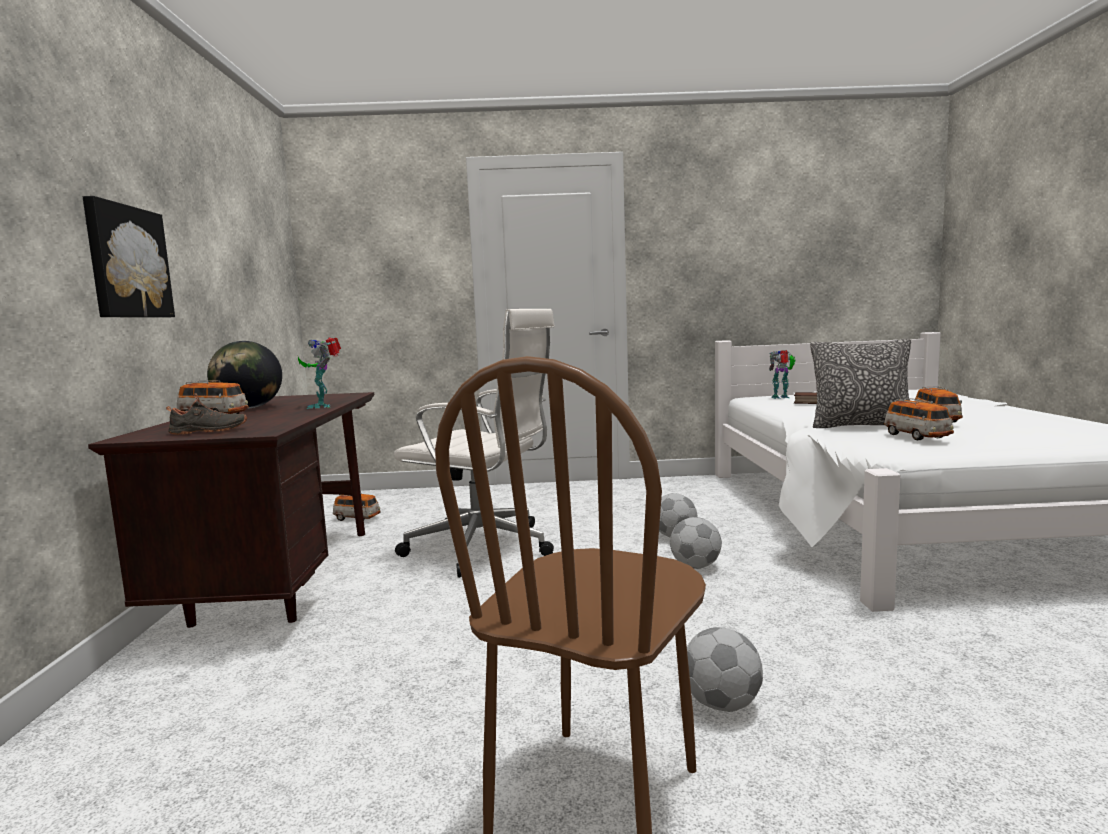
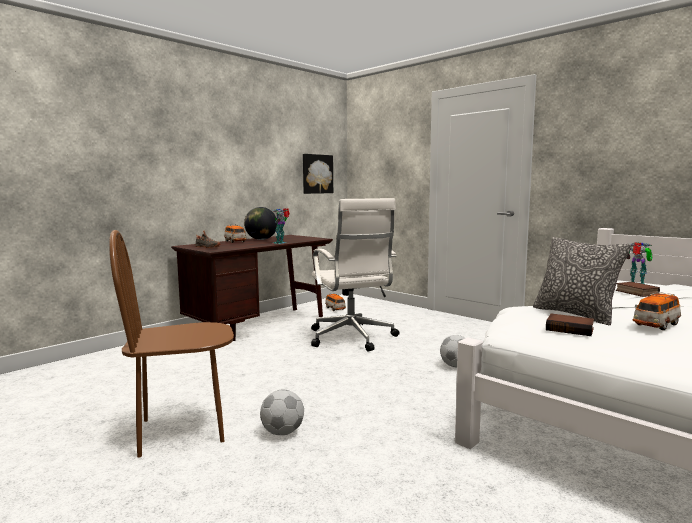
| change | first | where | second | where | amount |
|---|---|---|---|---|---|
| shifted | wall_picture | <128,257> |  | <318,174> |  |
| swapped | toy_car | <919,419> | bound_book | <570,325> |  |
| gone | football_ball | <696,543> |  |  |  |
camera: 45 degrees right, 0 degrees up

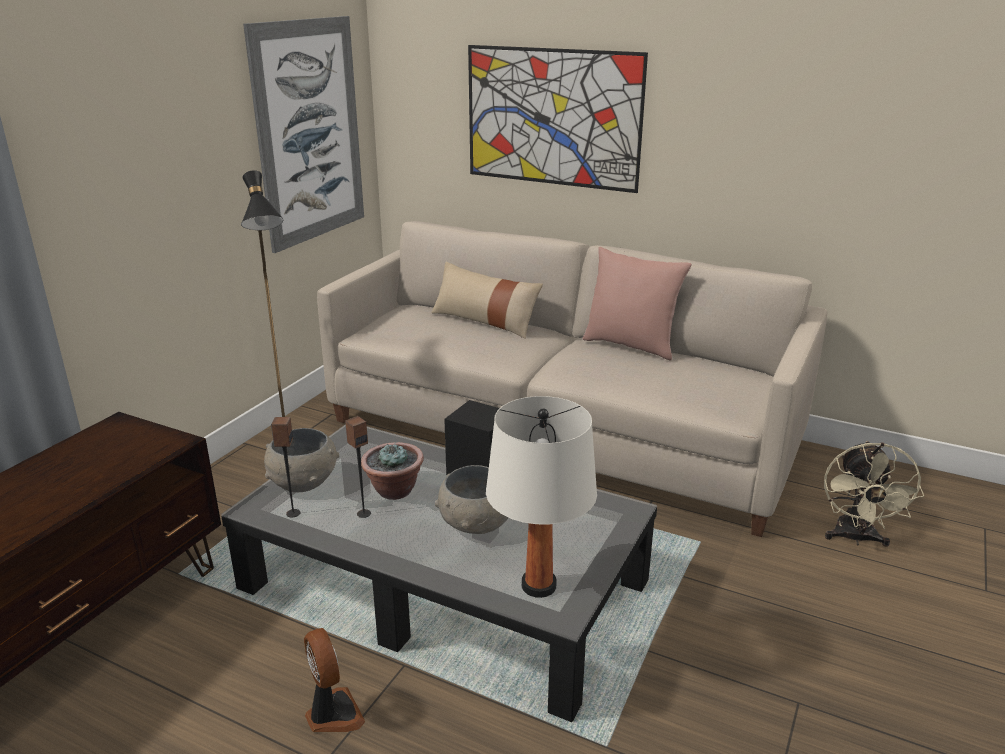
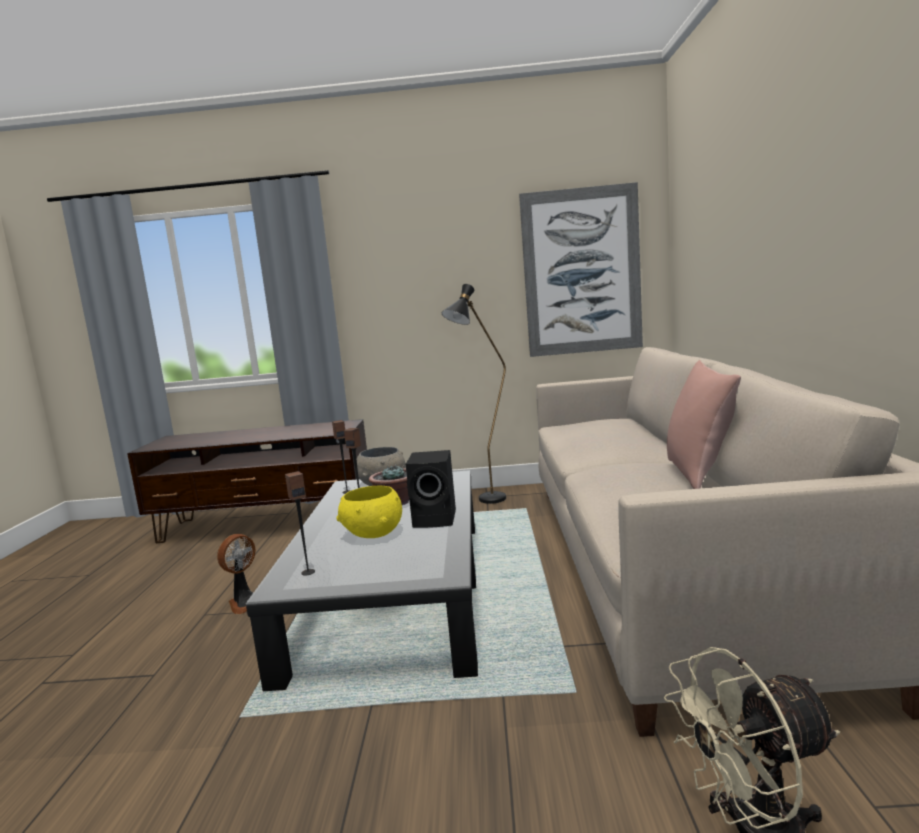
| change | first | where | second | where | amount |
|---|---|---|---|---|---|
| gone | wall_picture | <558,119> |  |  |  |
| gone | sand-coloured_pillow | <487,300> |  |  |  |
| swapped | white_table_lamp | <541,497> | audio_speaker | <300,523> |  |
| repainted | greyish_serving_bowl | <471,499> | yellow-coloured_serving_bowl | <369,512> |  |
camera: 65 degrees right, 15 degrees down

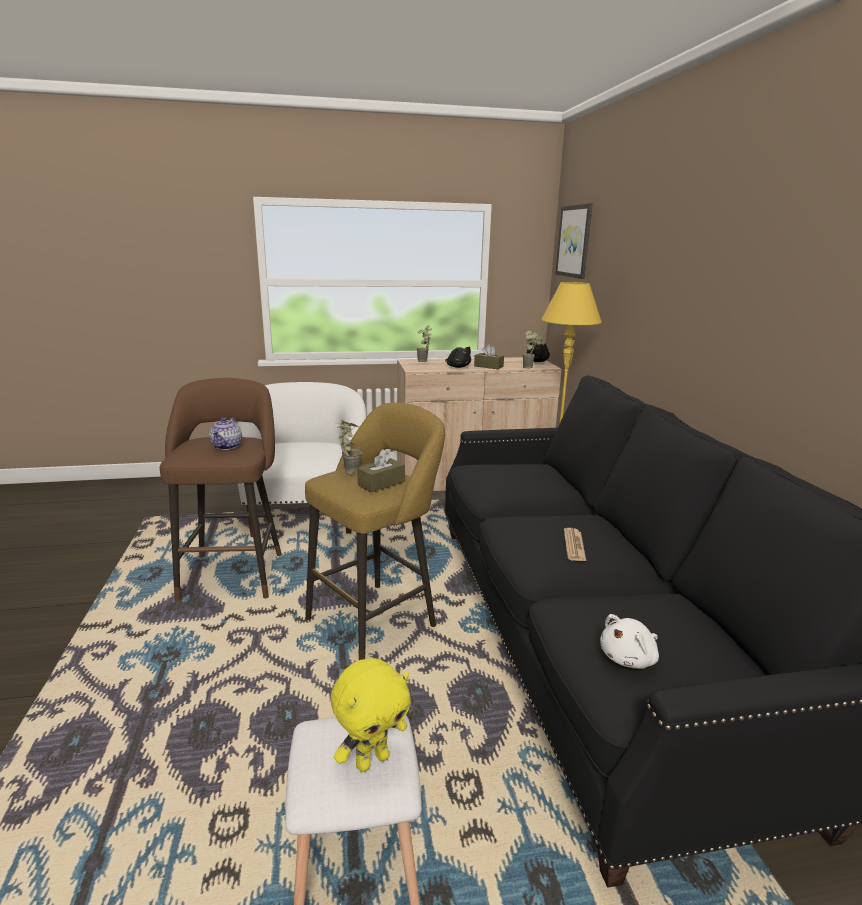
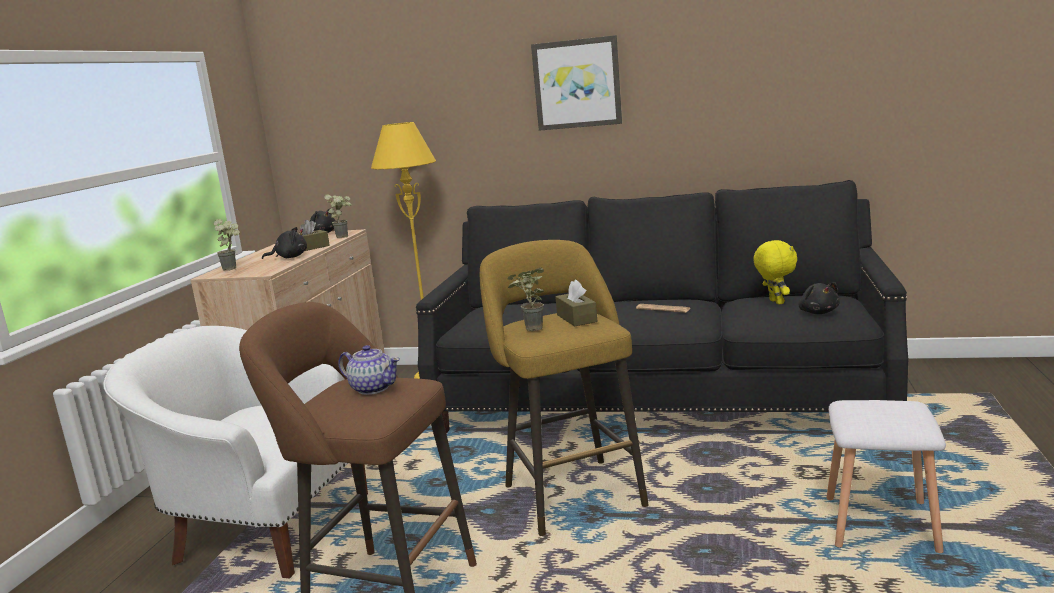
| change | first | where | second | where | amount |
|---|---|---|---|---|---|
| shifted | wall_picture | <574,241> |  | <576,83> |  |
| repainted | white_plush_toy | <629,641> | black-coloured_plush_toy | <819,298> |  |
| shifted | yellow-coloured_plush_toy | <371,715> |  | <775,272> |  |
camera: 65 degrees left, 5 degrees down

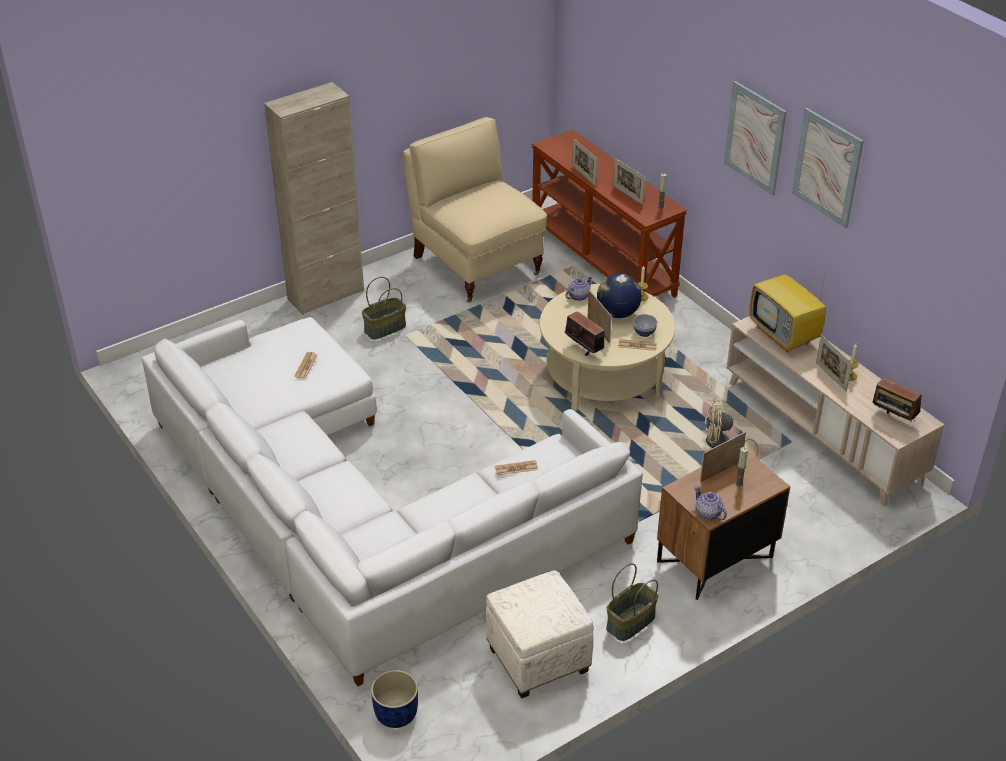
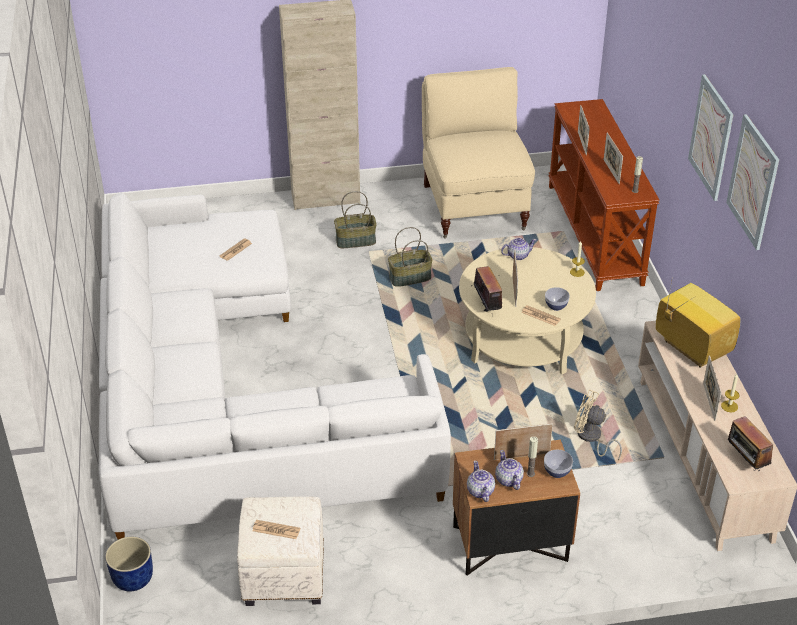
| change | first | where | second | where | amount |
|---|---|---|---|---|---|
| rotated | TV | <788,307> |  | <698,324> | 150 degrees clockwise |
| gone | globe | <619,296> |  |  |  |
| shifted | newspaper | <516,468> |  | <276,529> |  |
| shifted | basket | <632,602> |  | <410,257> |  |
| new |  |  | pot_for_tea | <509,470> |  |
| new |  |  | serving_bowl | <558,464> |  |
camera: 25 degrees right, 0 degrees up

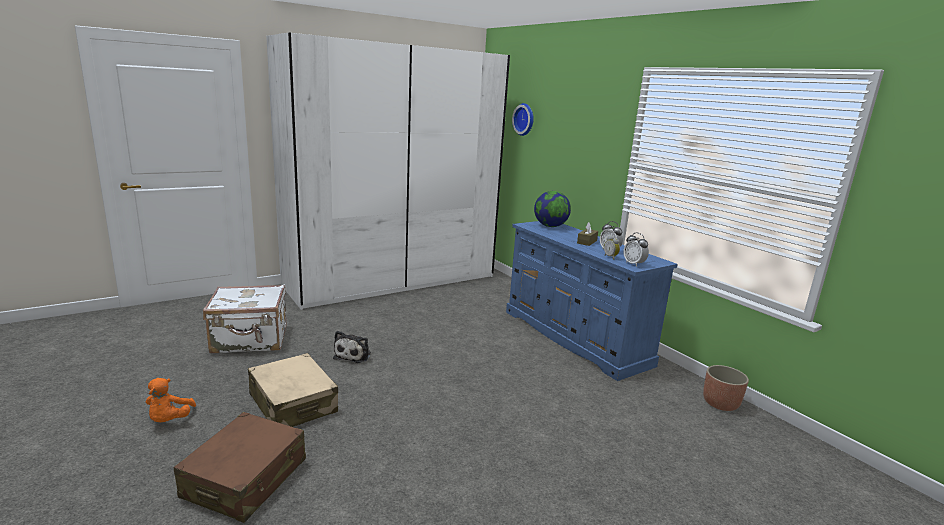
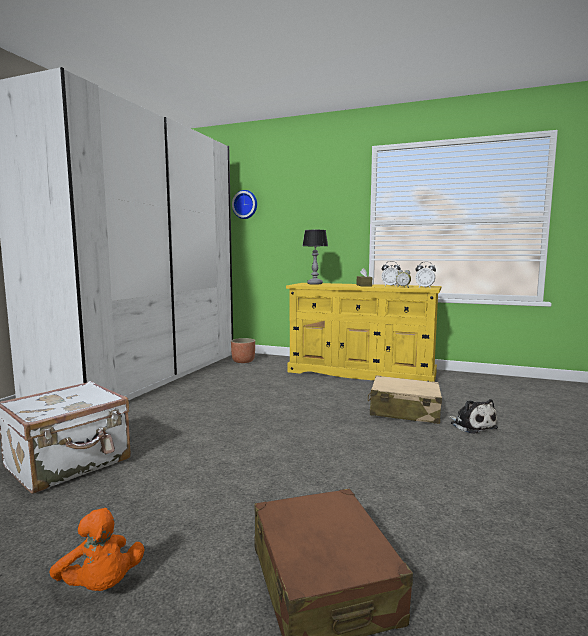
| change | first | where | second | where | amount |
|---|---|---|---|---|---|
| swapped | globe | <552,209> | table_lamp | <315,257> |  |
| repainted | bluish_dresser | <592,301> | yellow-coloured_dresser | <363,332> |  |
| shifted | plush_toy | <352,347> |  | <473,416> |  |
| shifted | sand-coloured_travel_case | <293,390> |  | <405,399> |  |
| shifted | plant_pot | <726,388> |  | <243,350> |  |
camera: 35 degrees left, 10 degrees down

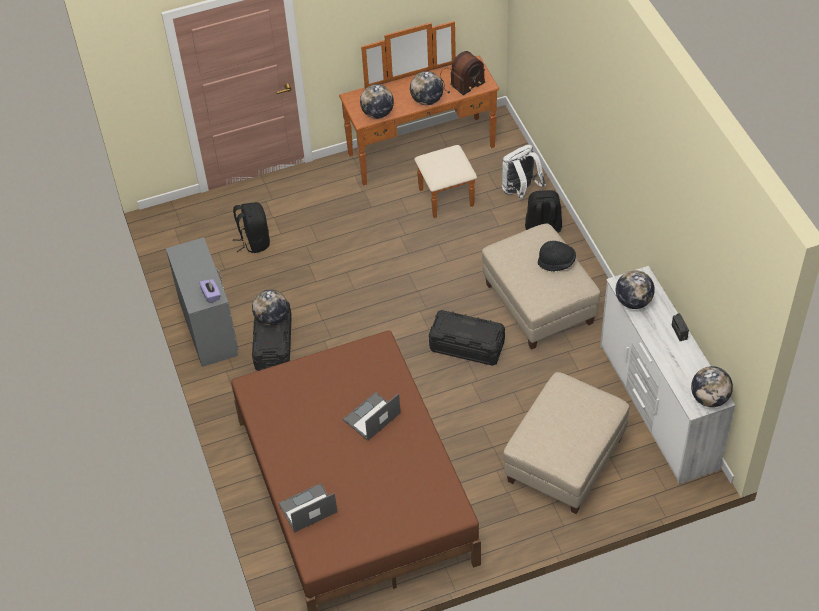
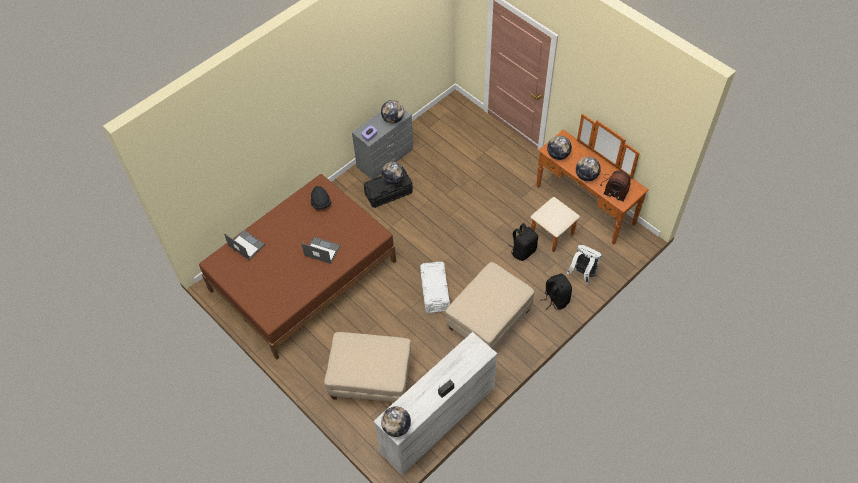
| change | first | where | second | where | amount |
|---|---|---|---|---|---|
| shifted | black-coloured_knapsack | <251,227> |  | <523,242> |  |
| shifted | black-coloured_hat | <557,256> |  | <321,198> |  |
| shifted | globe | <635,289> |  | <392,112> |  |
| repainted | black-coloured_storage_box | <467,338> | white_storage_box | <435,287> |  |
camera: 65 degrees right, 5 degrees up

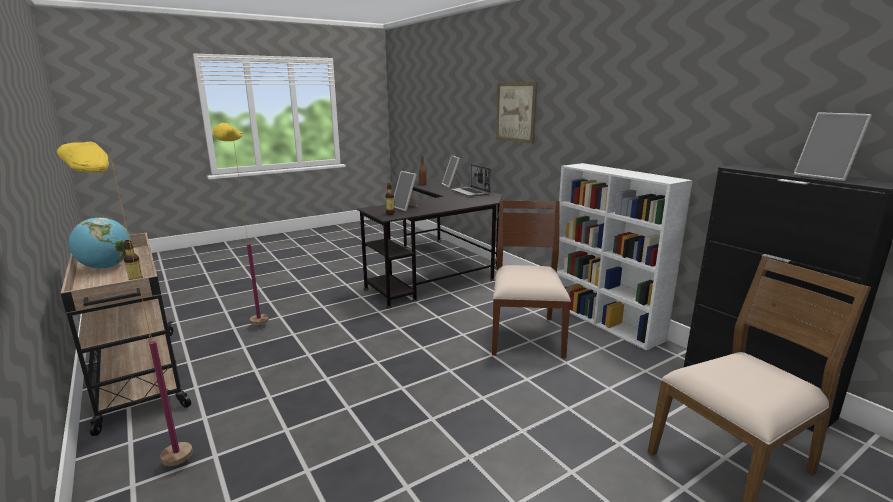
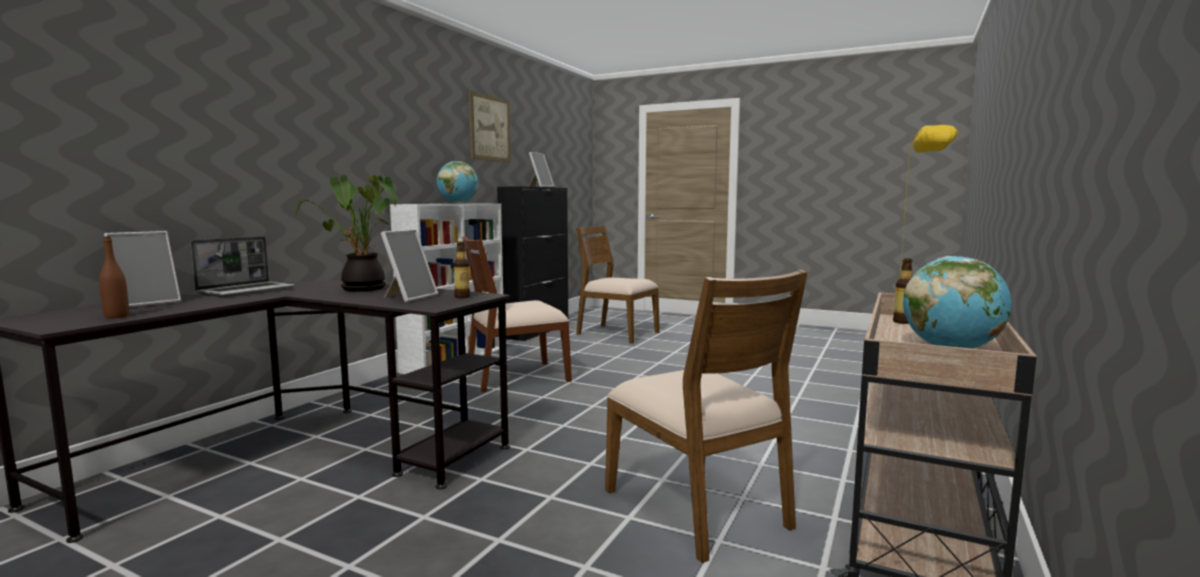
| change | first | where | second | where | amount |
|---|---|---|---|---|---|
| shifted | wall_picture | <516,113> |  | <490,126> |  |
| swapped | yellow-coloured_standard_lamp | <241,224> | brown_upright_chair | <706,416> |  |
| new |  |  | globe | <457,182> |  |
| new |  |  | houseplant | <346,233> |  |
camera: 120 degrees left, 10 degrees down

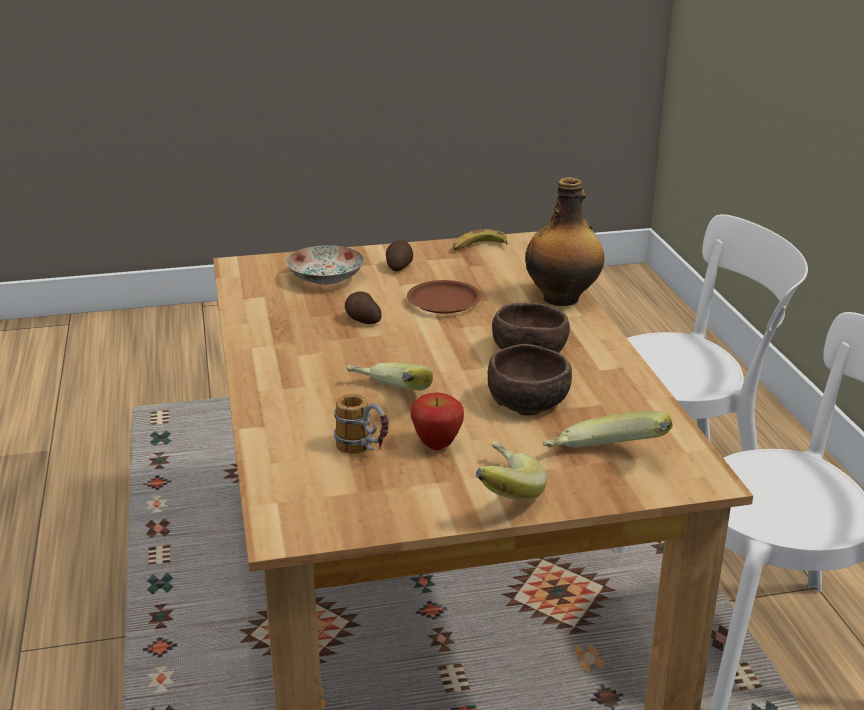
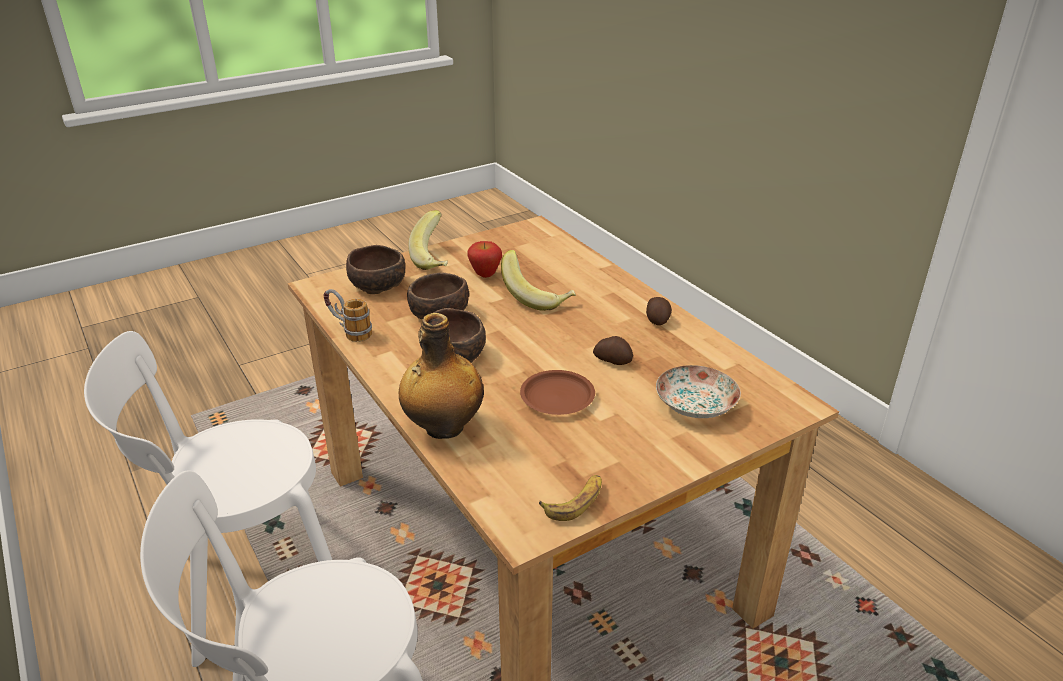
| change | first | where | second | where | amount |
|---|---|---|---|---|---|
| shifted | potato | <399,255> |  | <659,311> |  |
| shifted | coffee_mug | <361,424> |  | <347,315> |  |
| swapped | banana_fruit | <608,429> | brown_serving_bowl | <375,269> |  |
camera: 160 degrees right, 5 degrees up

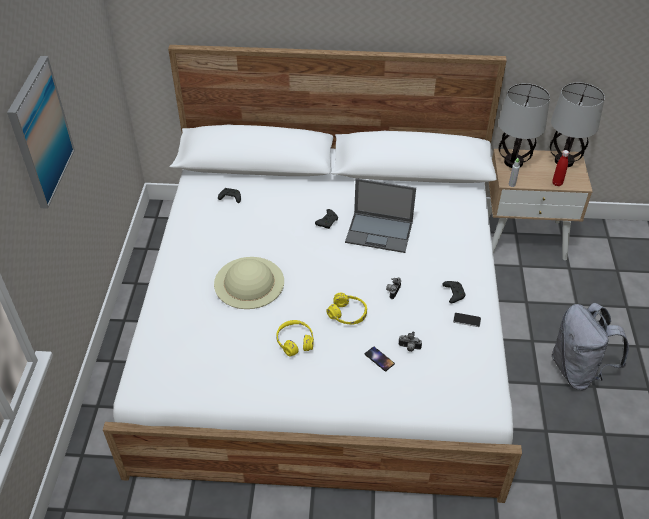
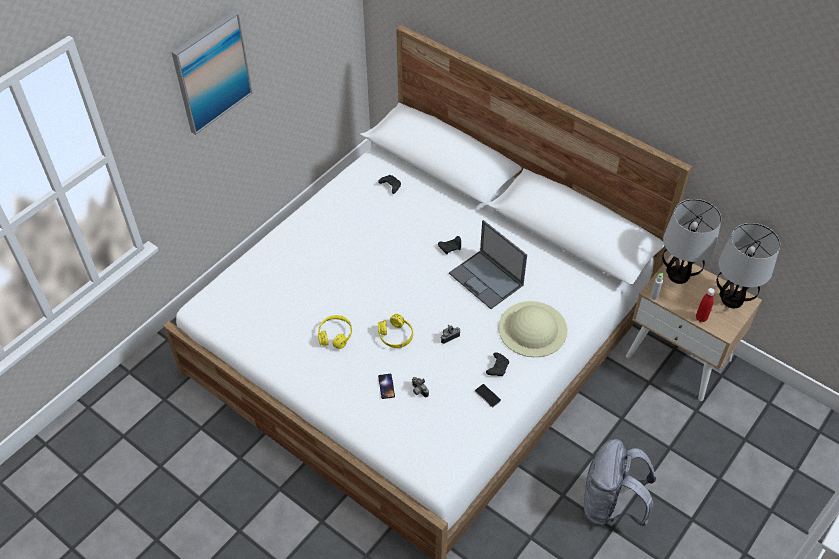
| change | first | where | second | where | amount |
|---|---|---|---|---|---|
| shifted | sand-coloured_hat | <249,283> |  | <532,329> |  |
camera: 35 degrees right, 5 degrees up

